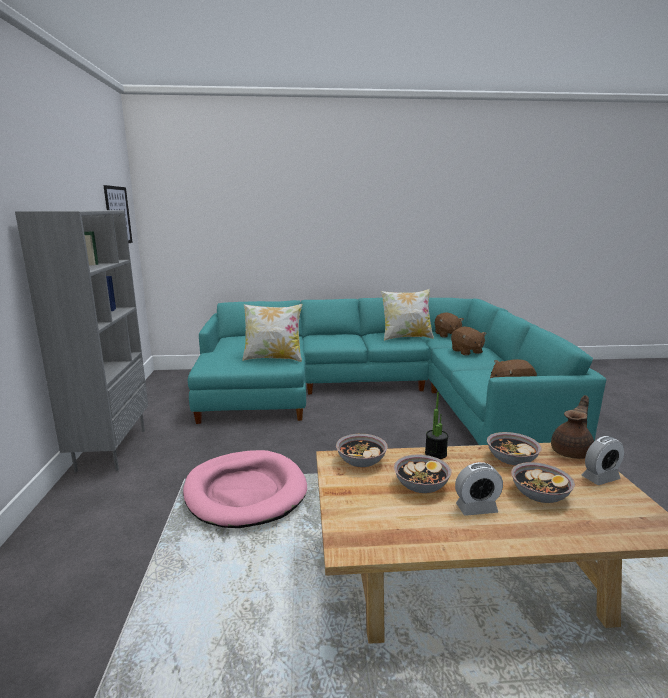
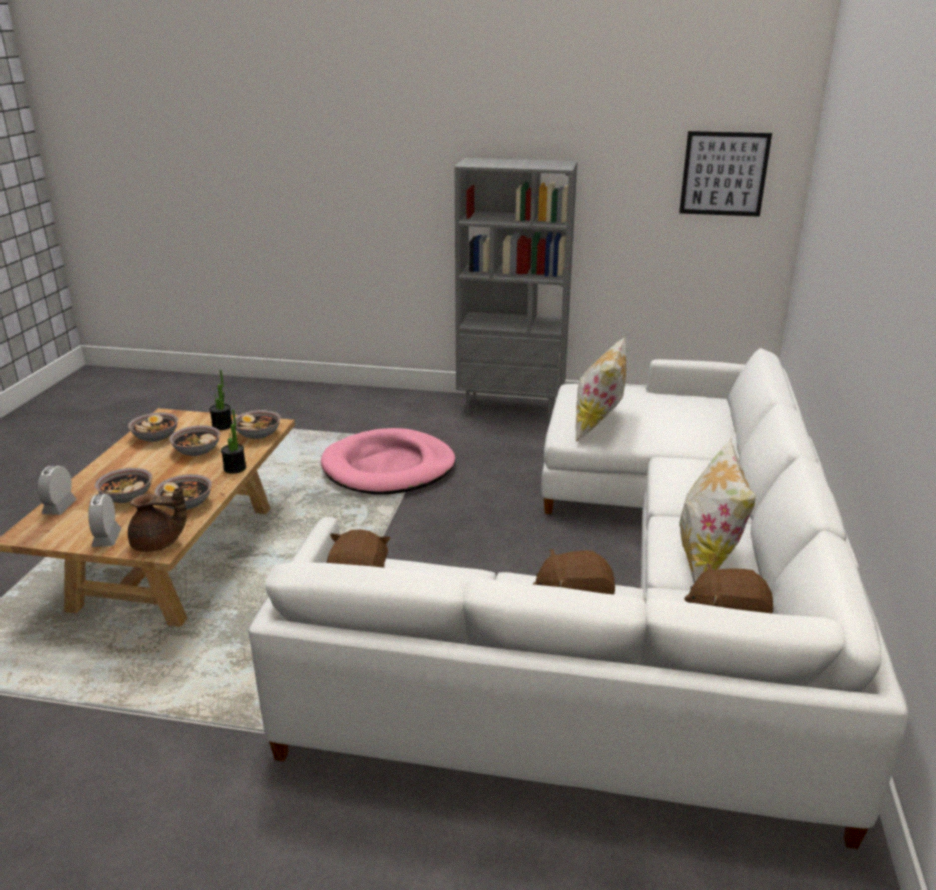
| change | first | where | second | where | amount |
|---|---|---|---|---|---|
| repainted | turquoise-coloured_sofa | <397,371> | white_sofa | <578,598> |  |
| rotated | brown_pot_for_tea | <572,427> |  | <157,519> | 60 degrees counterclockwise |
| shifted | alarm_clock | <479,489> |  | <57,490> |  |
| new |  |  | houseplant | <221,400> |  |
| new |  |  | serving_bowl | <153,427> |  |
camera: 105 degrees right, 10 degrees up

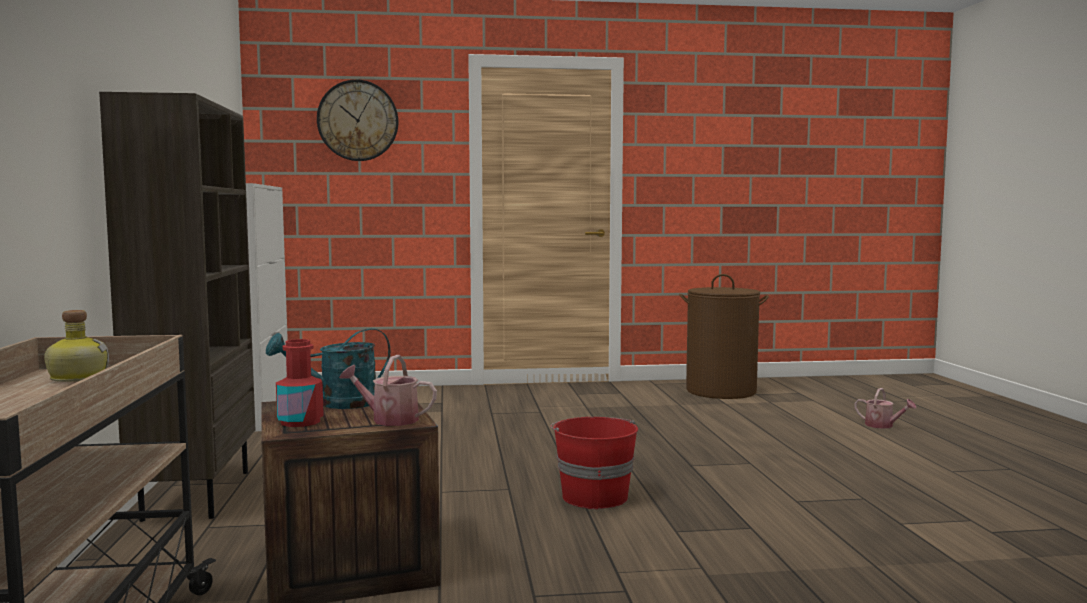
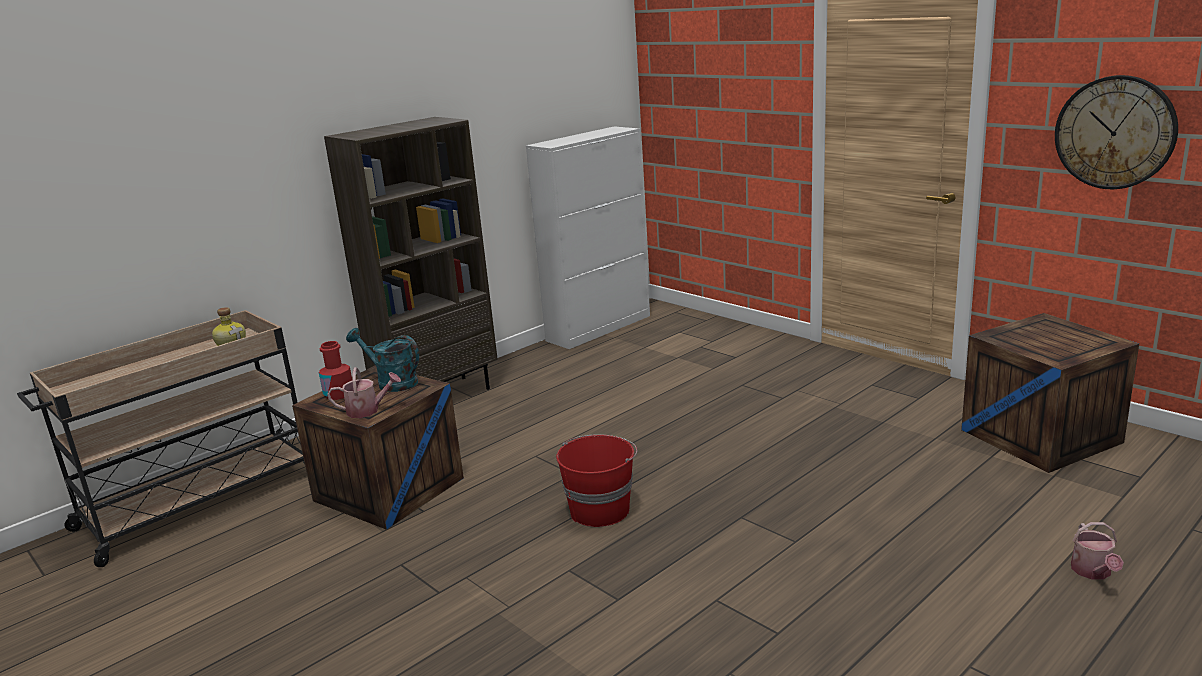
| change | first | where | second | where | amount |
|---|---|---|---|---|---|
| shifted | clock_on_the_wall | <357,120> |  | <1116,132> |  |
| swapped | brown_hamper | <724,336> | packing_crate | <1050,393> |  |
| rotated | sprinkling_can | <388,390> |  | <364,392> | 105 degrees clockwise |
camera: 55 degrees right, 15 degrees up

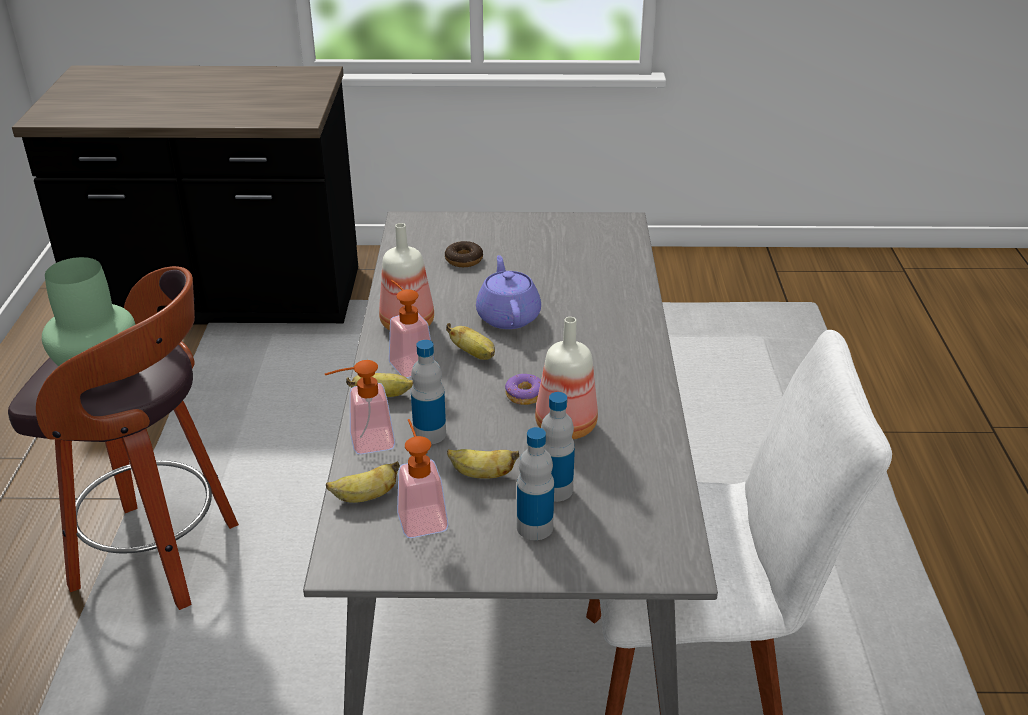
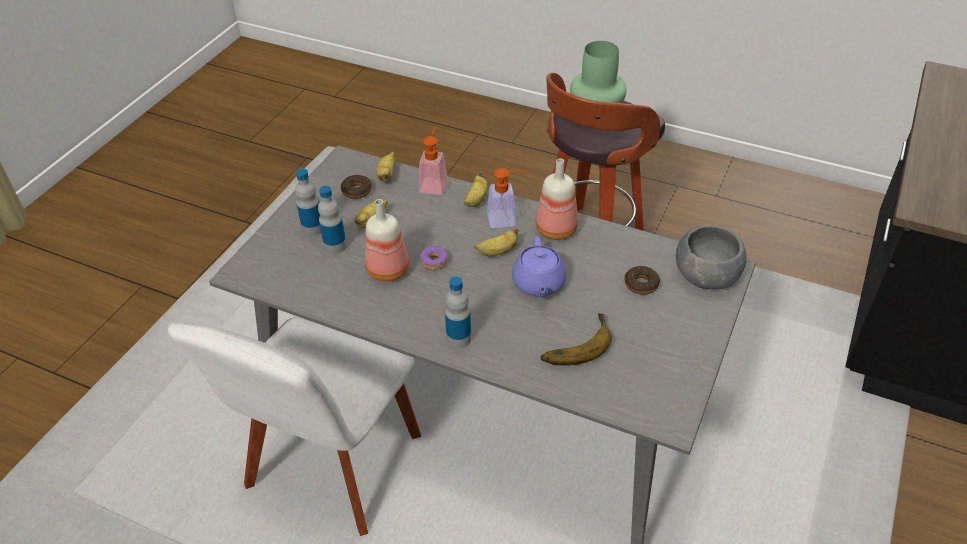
| change | first | where | second | where | amount |
|---|---|---|---|---|---|
| rotated | purplish_pot_for_tea | <508,292> |  | <539,267> | 75 degrees clockwise |
| shifted | beverage_bottle | <428,392> |  | <458,312> |  |
| swapped | soap_dispenser | <422,478> | donut | <356,187> |  |
| new |  |  | greyish_serving_bowl | <711,257> |  |
| new |  |  | banana_fruit | <576,339> |  |
camera: 115 degrees right, 10 degrees up

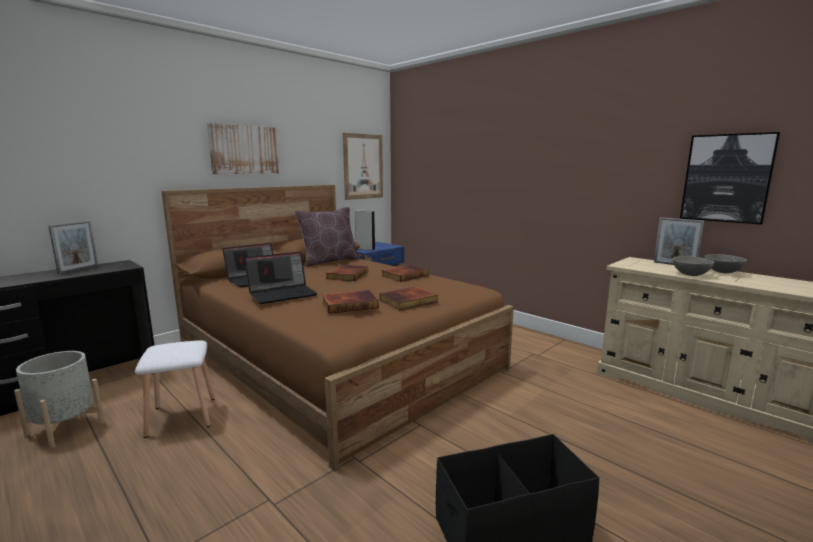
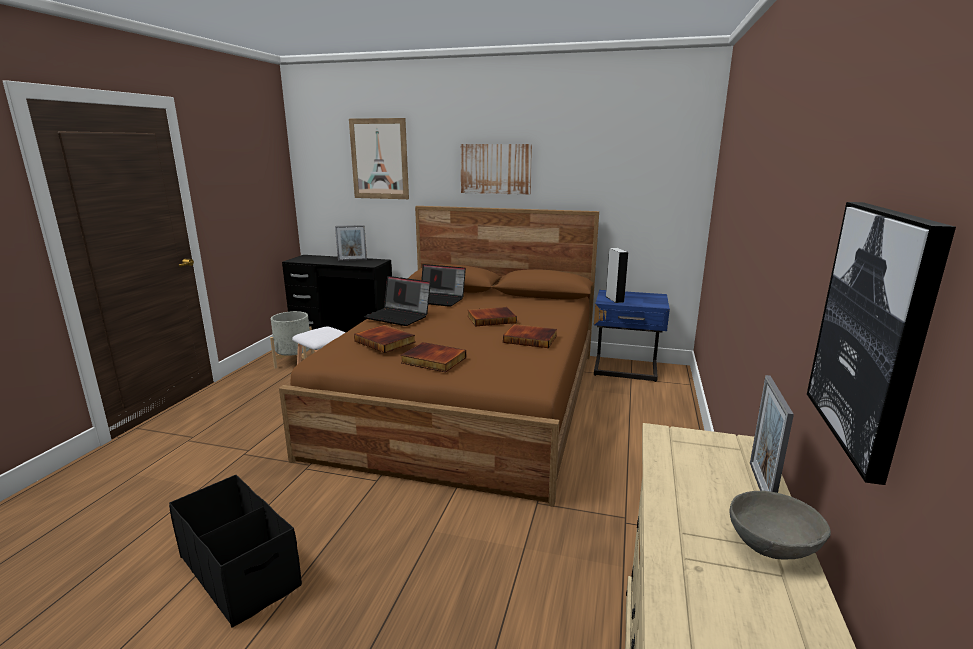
| change | first | where | second | where | amount |
|---|---|---|---|---|---|
| shifted | wall_picture | <363,166> |  | <379,158> |  |
| gone | brown_pillow | <327,237> |  |  |  |
| gone | greyish_serving_bowl | <693,266> |  |  |  |
camera: 60 degrees right, 5 degrees up

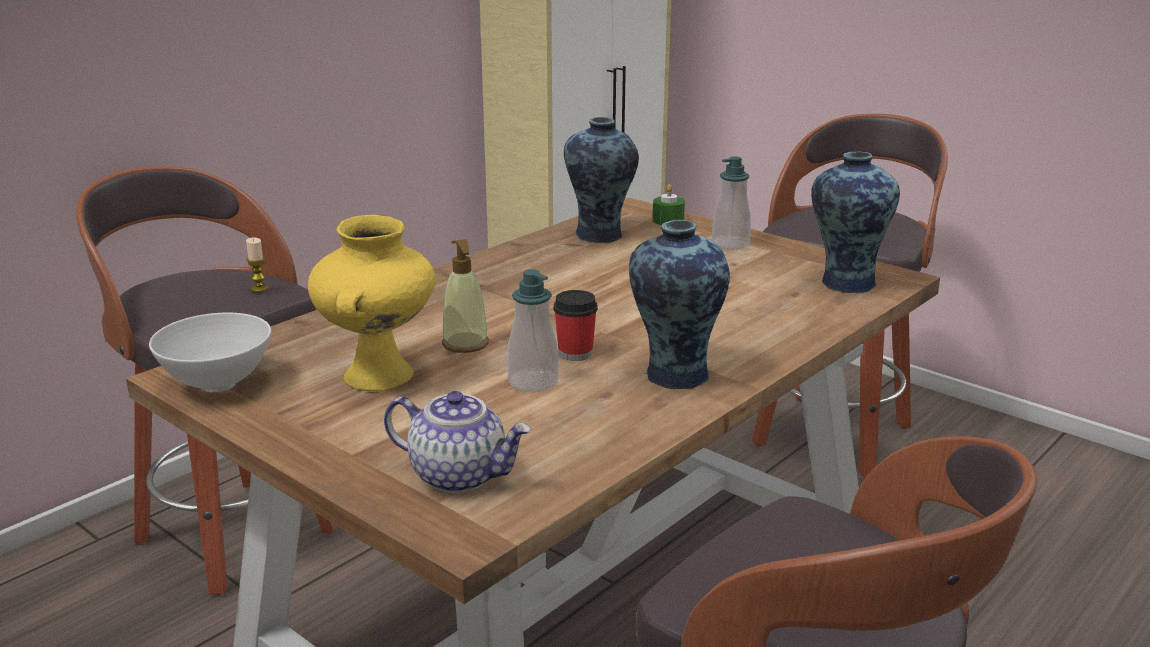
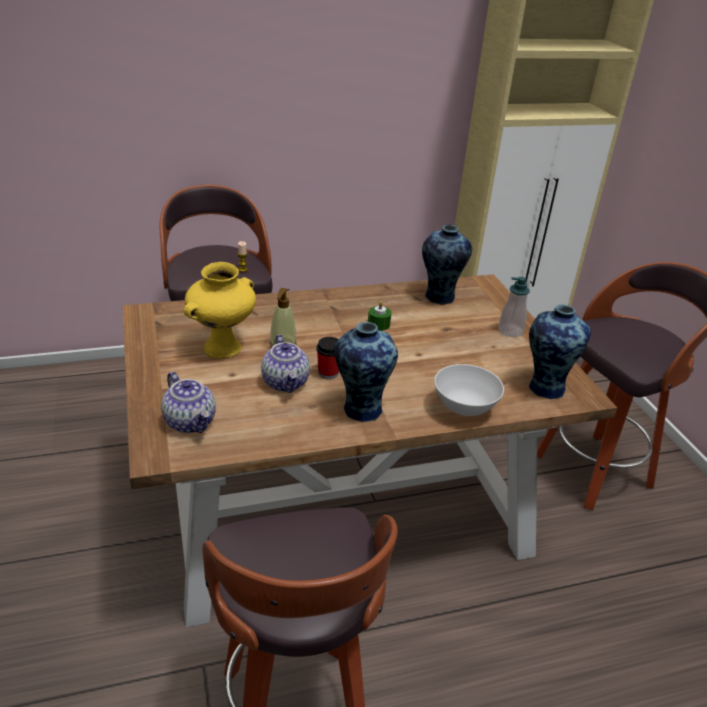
| change | first | where | second | where | amount |
|---|---|---|---|---|---|
| shifted | green_wax_light | <669,204> |  | <379,316> |  |
| swapped | soap_dispenser | <533,331> | pot_for_tea | <285,363> |  |
| shifted | white_serving_bowl | <210,352> |  | <469,390> |  |
camera: 30 degrees right, 10 degrees up

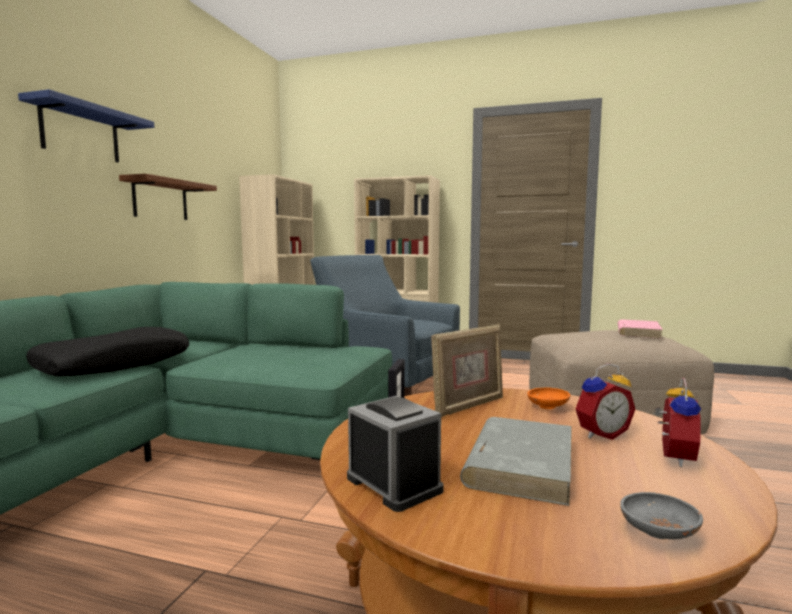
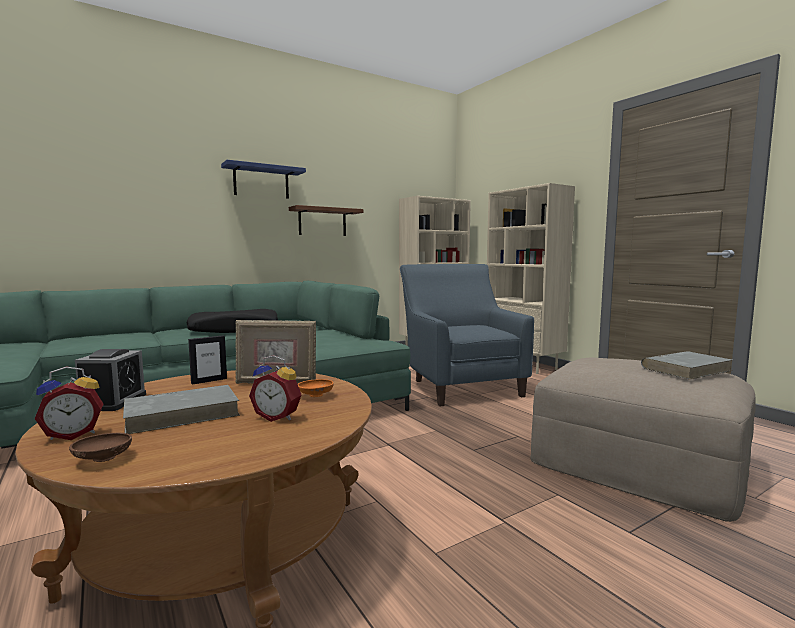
| change | first | where | second | where | amount |
|---|---|---|---|---|---|
| repainted | pink-coloured_bound_book | <640,329> | greyish_bound_book | <686,365> |  |
| shifted | alarm_clock | <677,422> |  | <68,403> |  |
| repainted | greyish_serving_bowl | <661,515> | brown_serving_bowl | <100,447> |  |
camera: 40 degrees right, 0 degrees up

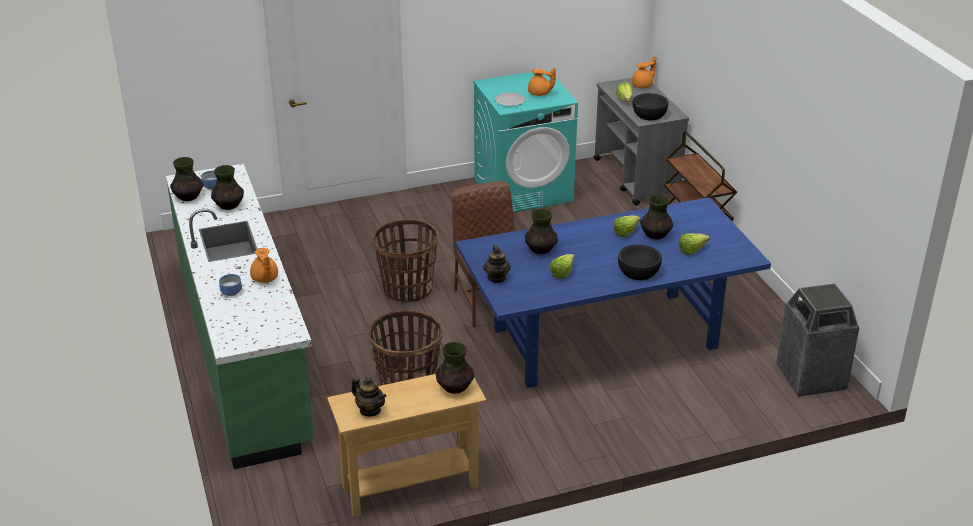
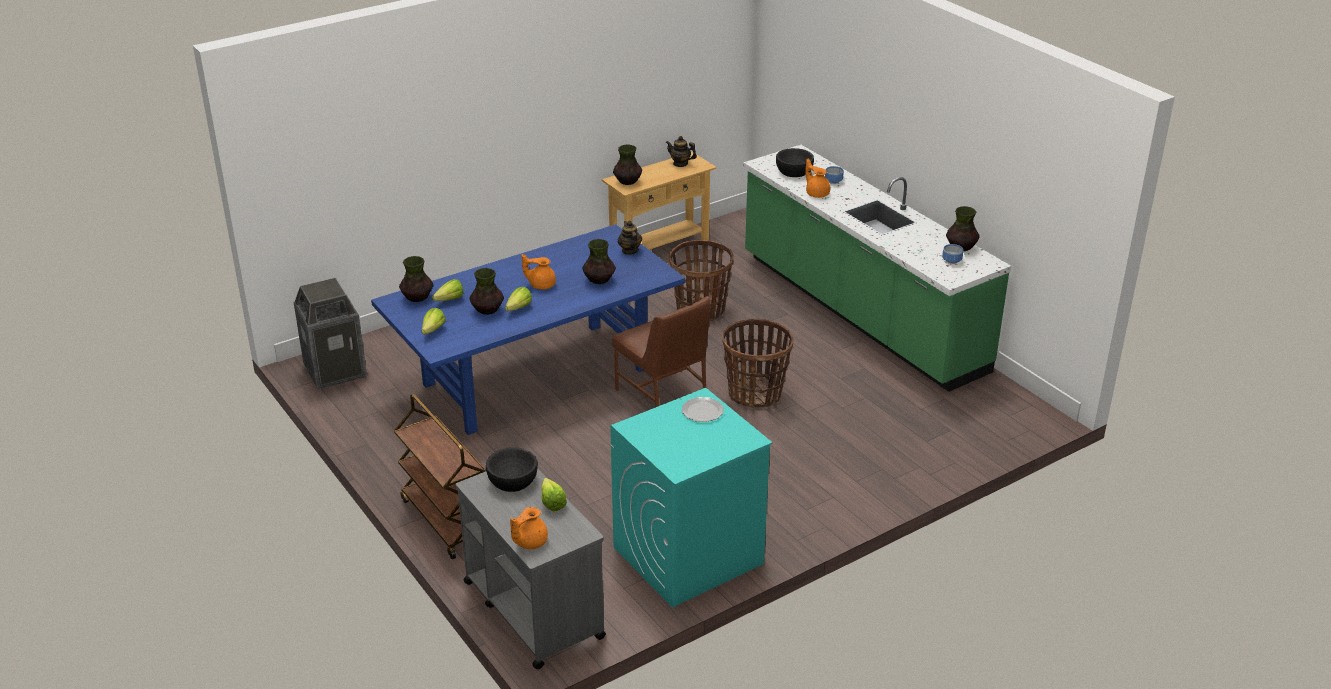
| change | first | where | second | where | amount |
|---|---|---|---|---|---|
| shifted | orange_pot_for_tea | <542,82> |  | <539,272> |  |
| shifted | decorative_vase | <227,187> |  | <416,279> |  |
| shifted | black-coloured_serving_bowl | <640,262> |  | <795,162> |  |
| shifted | lettuce | <562,266> |  | <434,321> |  |
camera: 165 degrees right, 0 degrees up

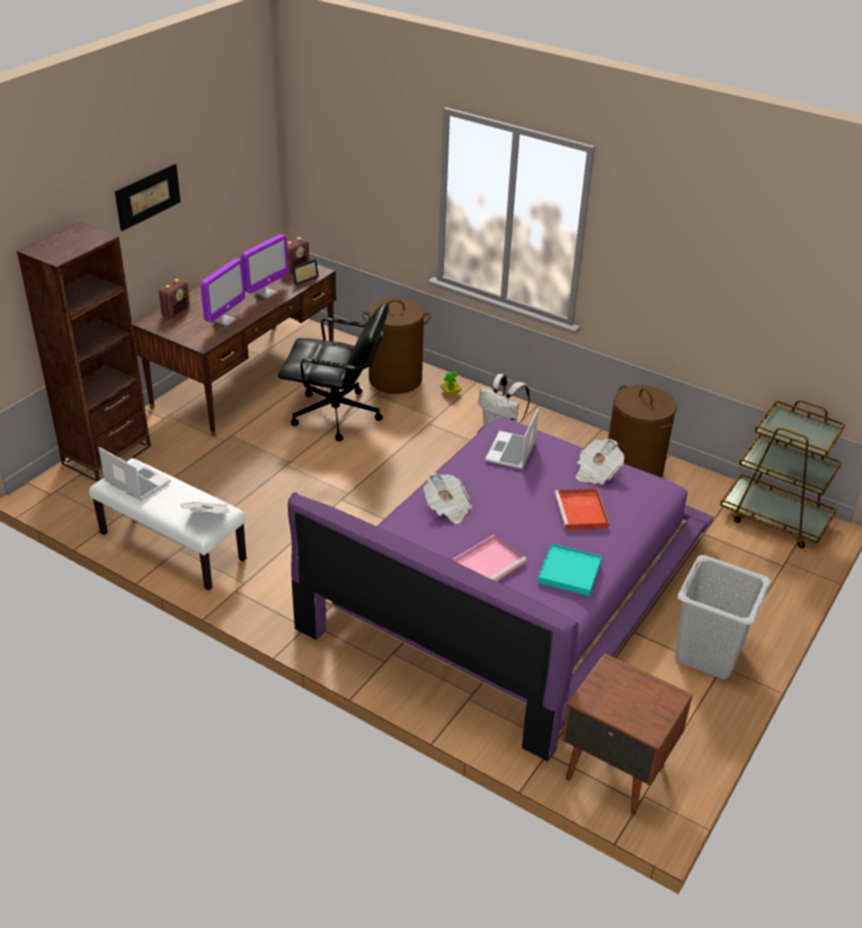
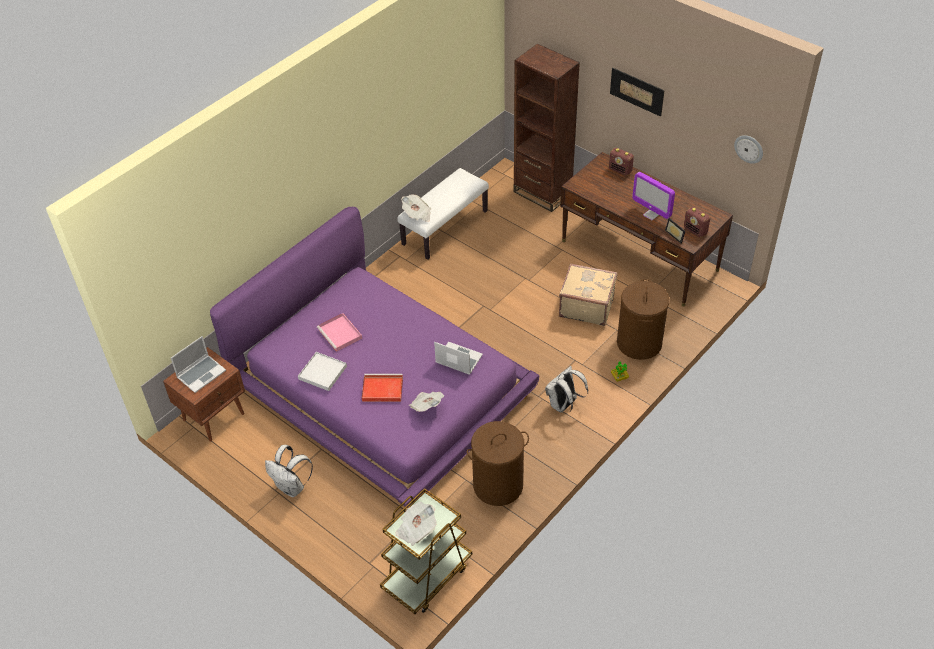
| change | first | where | second | where | amount |
|---|---|---|---|---|---|
| gone | computer_display | <222,292> |  |  |  |
| swapped | black-coloured_desk_chair | <333,371> | sand-coloured_travel_case | <588,294> |  |
| shifted | portable_computer | <135,474> |  | <198,364> |  |
| shifted | newspaper | <447,498> |  | <416,524> |  |
| repainted | turquoise-coloured_serving_tray | <569,570> | white_serving_tray | <322,371> |  |
| swapped | greyish_hamper | <723,617> | white_knapsack | <289,471> |  |
| new |  |  | clock_on_the_wall | <748,149> |  |
camera: 100 degrees right, 10 degrees up

